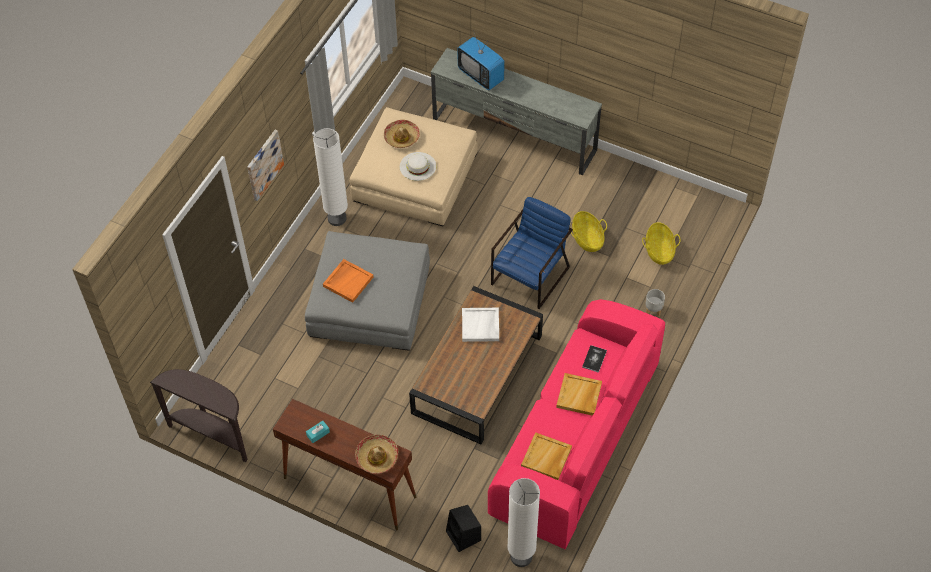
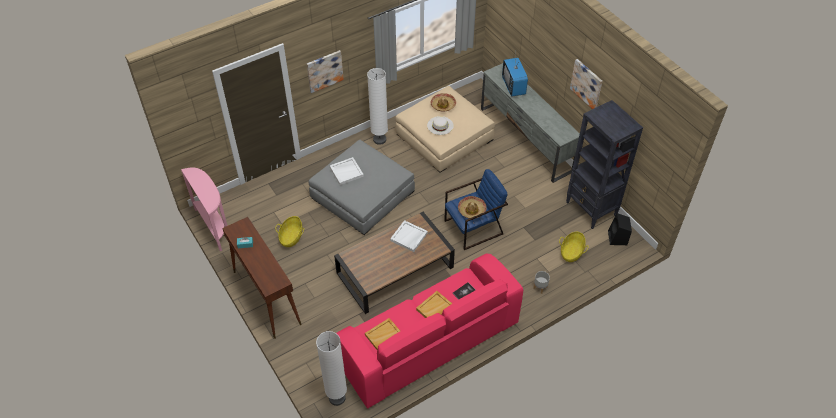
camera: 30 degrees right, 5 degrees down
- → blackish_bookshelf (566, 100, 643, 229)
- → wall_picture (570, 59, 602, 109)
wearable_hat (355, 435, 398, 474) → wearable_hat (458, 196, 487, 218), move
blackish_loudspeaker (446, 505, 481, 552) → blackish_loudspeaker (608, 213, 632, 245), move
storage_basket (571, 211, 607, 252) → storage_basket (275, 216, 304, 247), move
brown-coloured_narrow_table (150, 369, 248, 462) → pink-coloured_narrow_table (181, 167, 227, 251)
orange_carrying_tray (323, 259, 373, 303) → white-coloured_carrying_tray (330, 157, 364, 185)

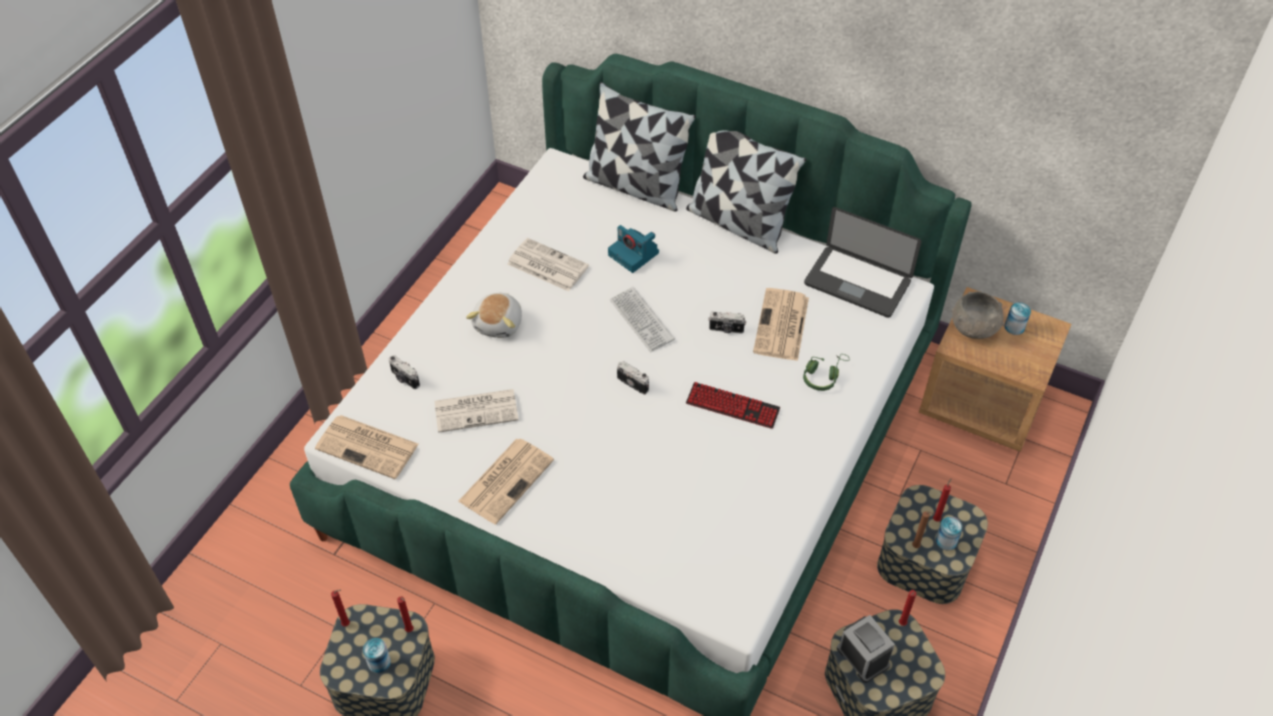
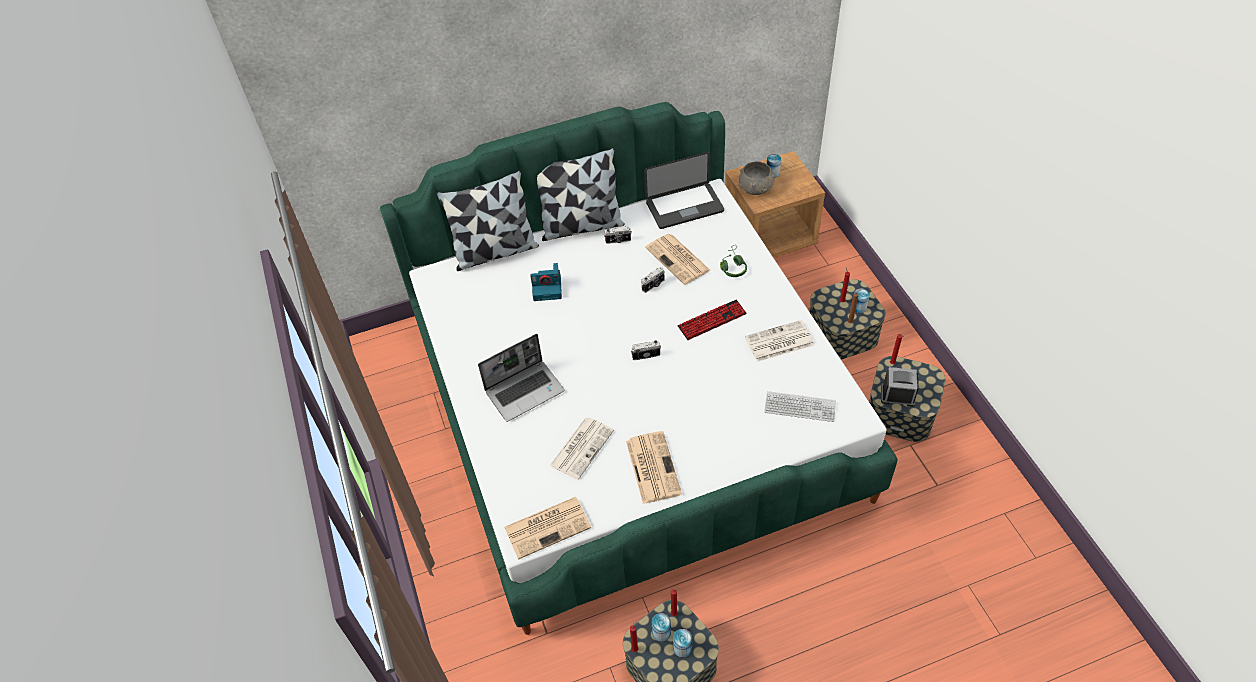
camera: 45 degrees left, 0 degrees up
- → can (652, 613, 671, 642)
photo_camera (389, 355, 420, 389) → photo_camera (604, 226, 632, 244), move
printed_paper (507, 238, 589, 292) → printed_paper (745, 320, 814, 362), move
computer_keyboard (610, 287, 675, 352) → computer_keyboard (764, 391, 836, 422), move
cuddly_toy (466, 293, 522, 338) → laptop (478, 334, 564, 422)

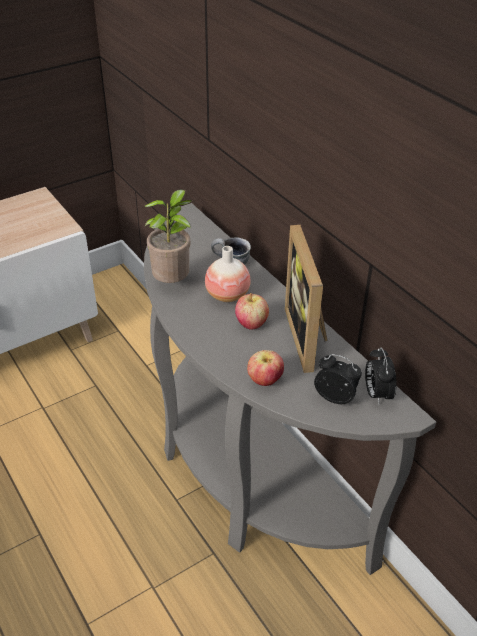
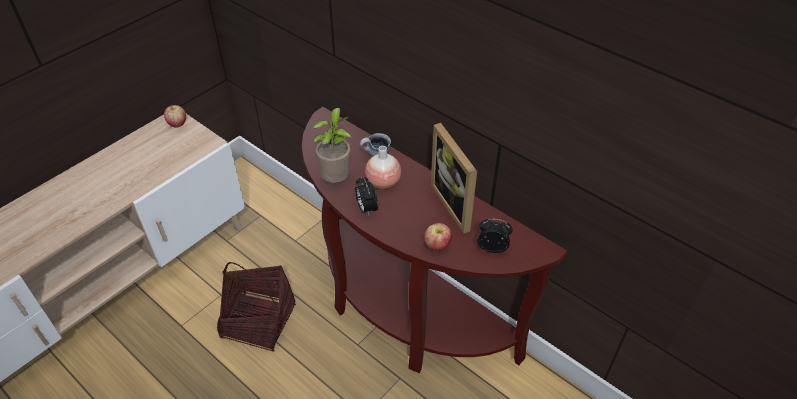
camera: 15 degrees left, 5 degrees up
- → storage_basket (217, 262, 296, 352)
apple (235, 293, 269, 330) → apple (164, 105, 186, 128), move
alarm_clock (365, 347, 397, 404) → alarm_clock (355, 176, 378, 215), move
gray_narrow_table (144, 203, 436, 575) → brown-coloured_narrow_table (301, 107, 567, 373)

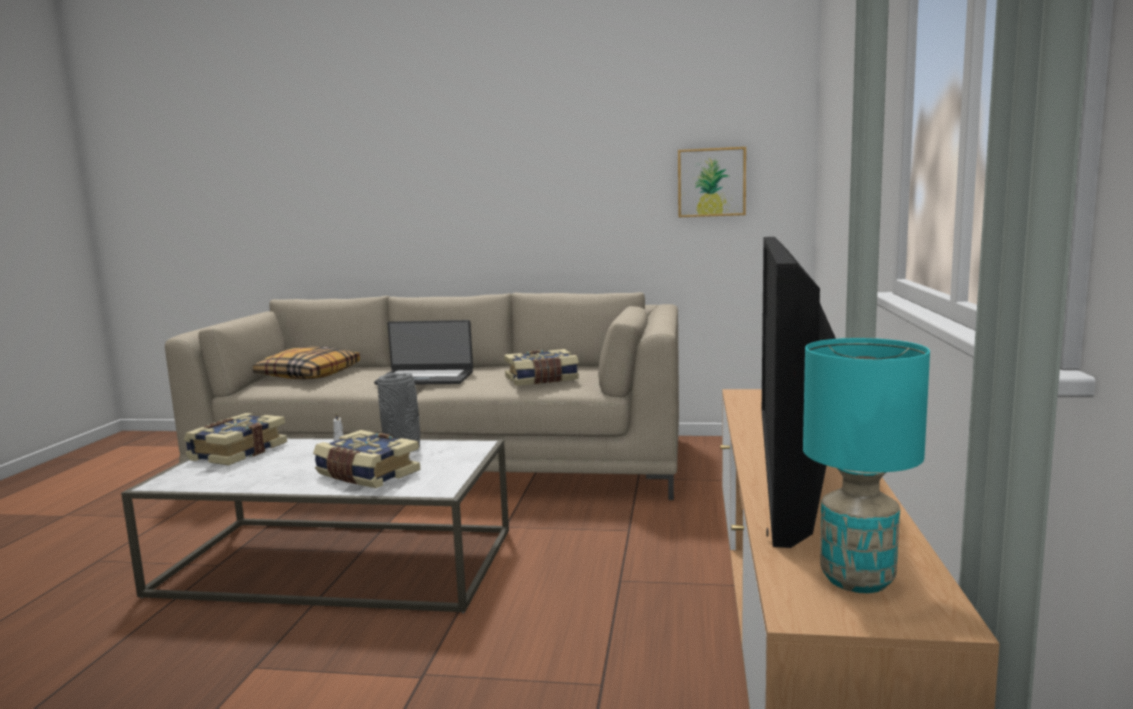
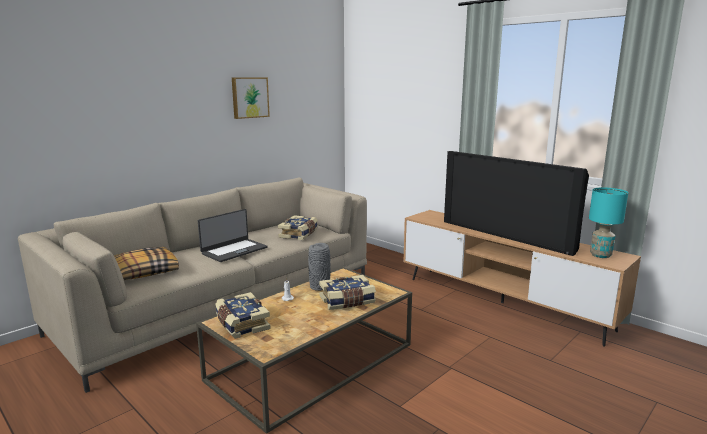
camera: 55 degrees left, 5 degrees up
wall_picture (678, 147, 746, 217) → wall_picture (232, 77, 270, 119), move
white-coloured_lounge_table (121, 437, 509, 613) → brown-coloured_lounge_table (196, 267, 412, 434)

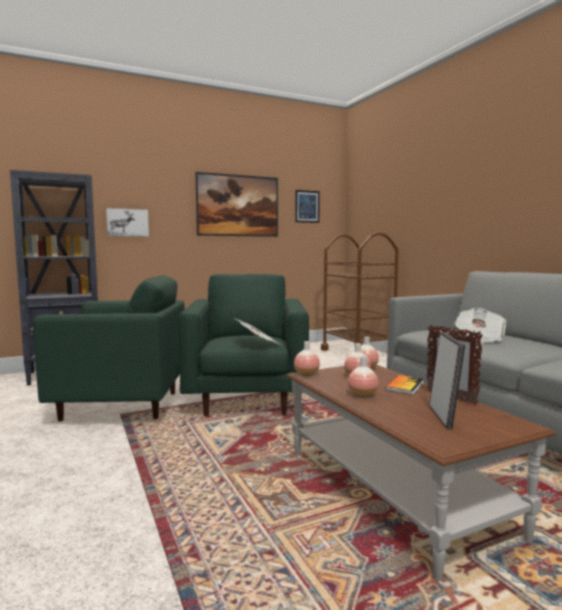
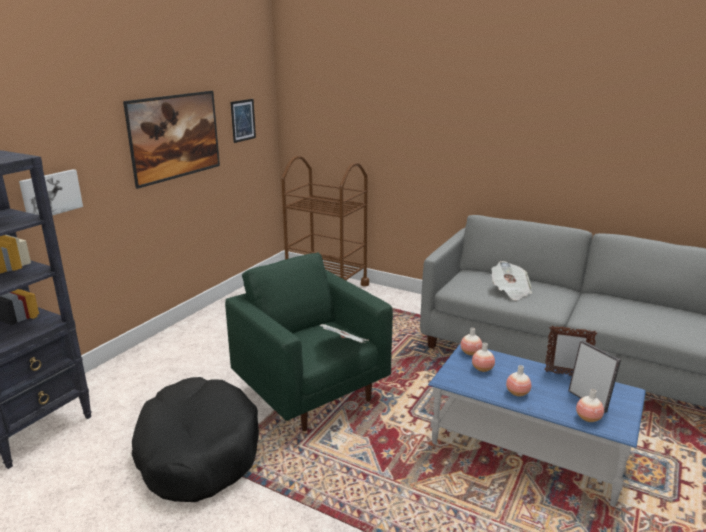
camera: 35 degrees left, 15 degrees up
bound_book (386, 375, 424, 395) → -
vase (294, 341, 320, 376) → vase (576, 389, 604, 422), move
green-coloured_armchair (33, 275, 185, 421) → blackish_pet_bed (132, 377, 259, 502)
brown-coloured_lounge_table (286, 365, 557, 581) → blue-coloured_lounge_table (428, 343, 646, 507)

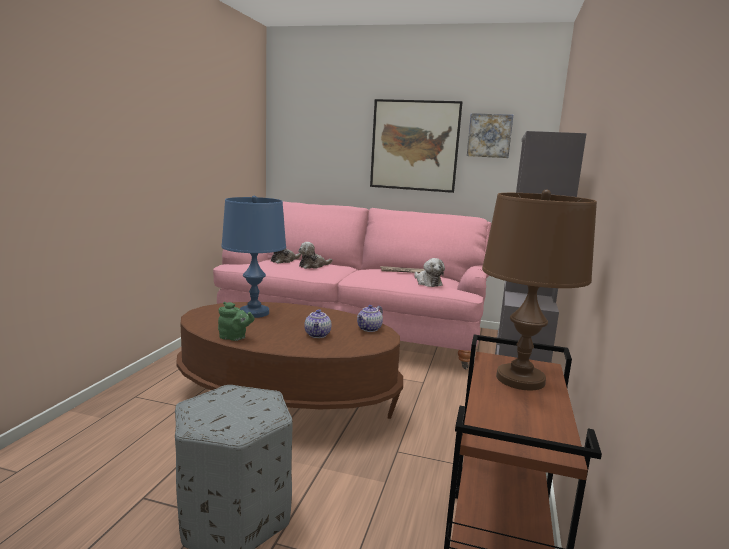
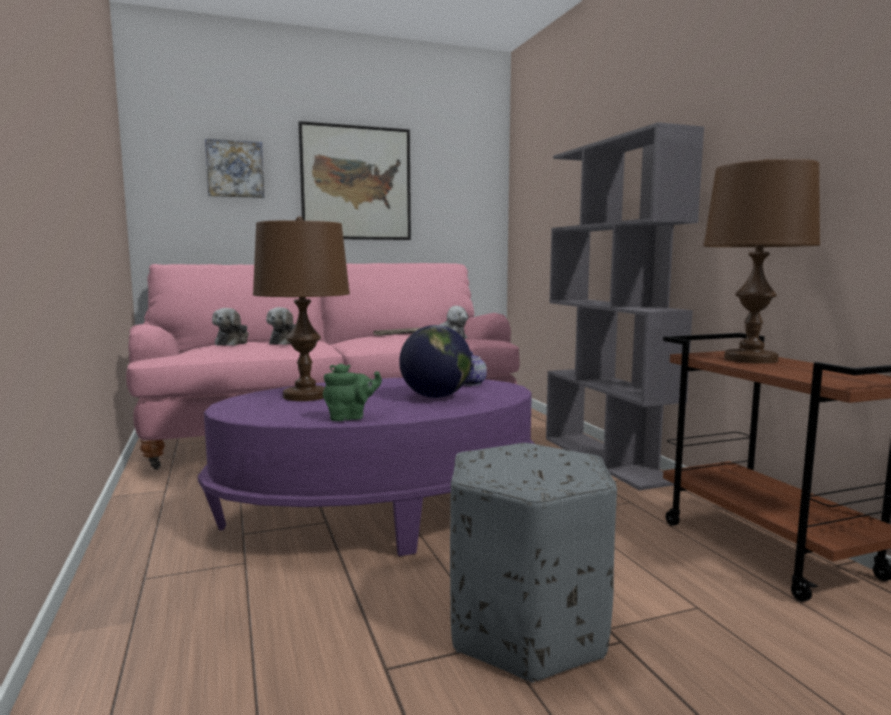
camera: 35 degrees left, 5 degrees down
wall_picture (467, 113, 513, 158) → wall_picture (205, 139, 264, 198), move
pot_for_tea (304, 309, 331, 338) → desk_globe (399, 325, 472, 398)
brown-coloured_lounge_table (176, 302, 403, 419) → purplish_lounge_table (198, 378, 535, 556)
blue-coloured_lamp_for_a_table (221, 195, 286, 318) → brown-coloured_lamp_for_a_table (253, 216, 350, 401)

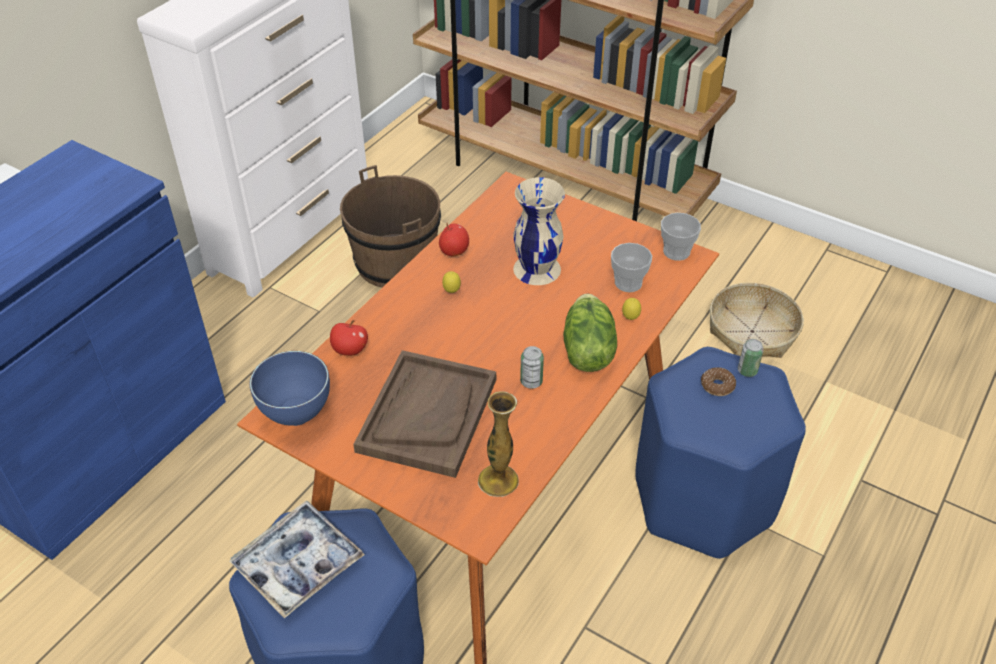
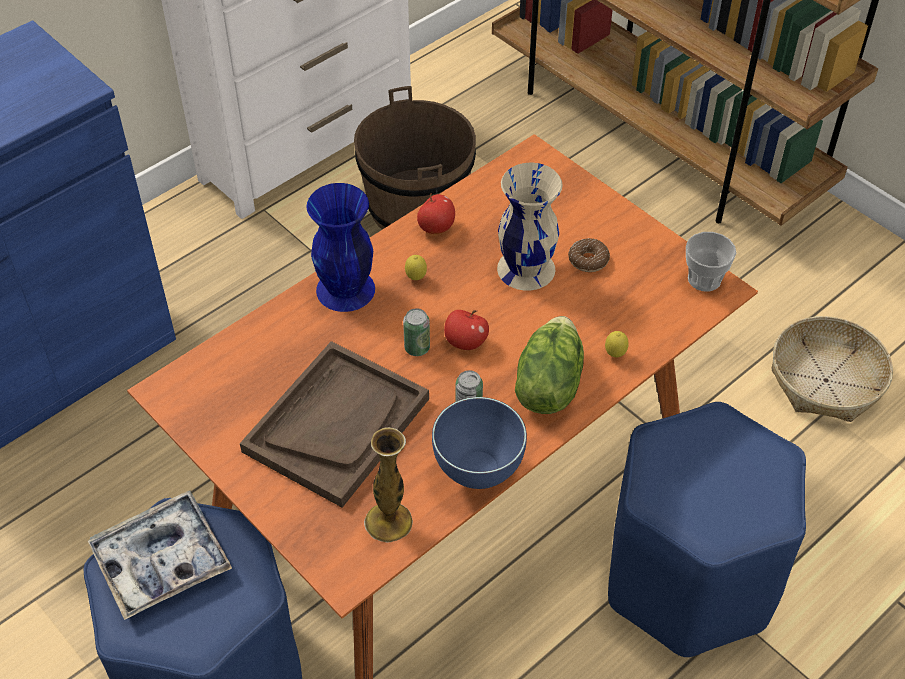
camera: 15 degrees right, 5 degrees up
cup (611, 243, 652, 292) → -
- → blue-coloured_vase (306, 183, 375, 312)
blue-coloured_serving_bowl (250, 351, 330, 426) → blue-coloured_serving_bowl (432, 397, 527, 489), move
apple (330, 320, 368, 356) → apple (444, 310, 489, 350), move
doughnut (701, 367, 736, 396) → doughnut (568, 238, 610, 272), move
can (738, 339, 763, 377) → can (403, 308, 430, 356), move

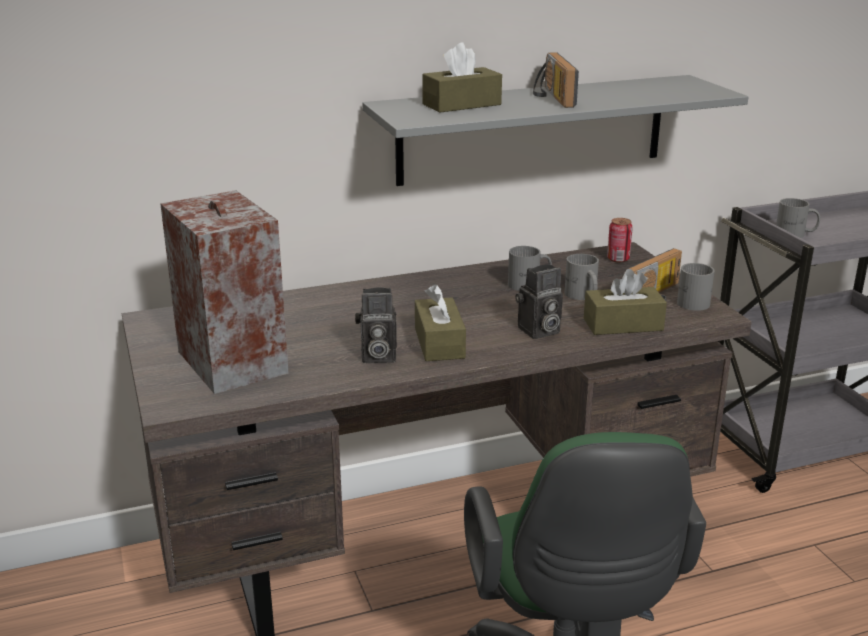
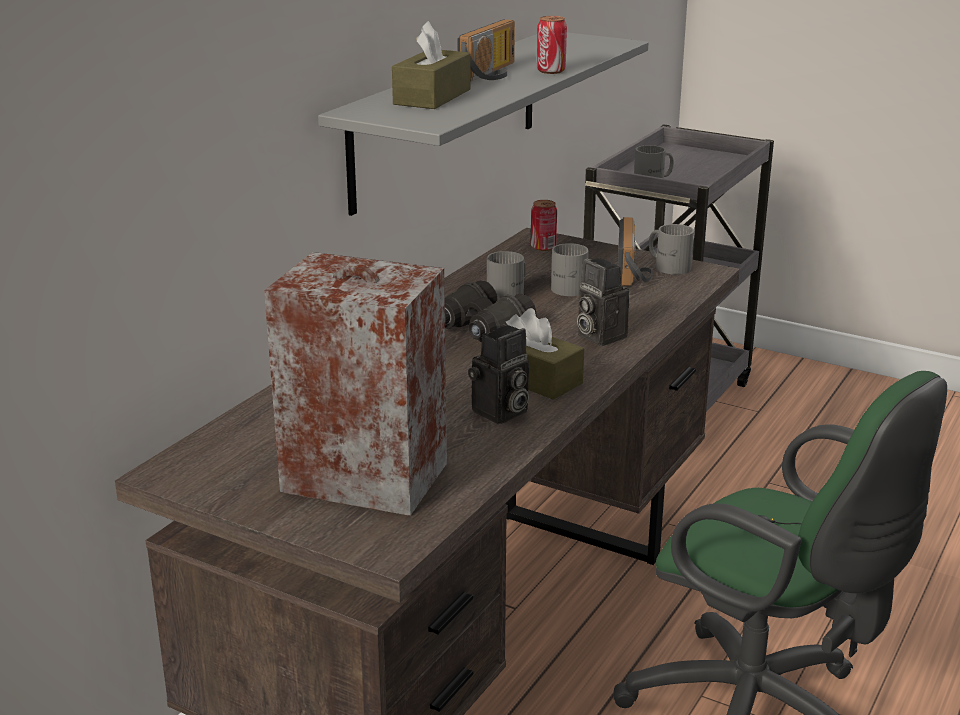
camera: 40 degrees left, 0 degrees up
brown-coloured_tissue_box (584, 269, 667, 335) → -
- → blackish_field_glasses (445, 280, 536, 342)
- → can (537, 16, 567, 74)
photo_camera (515, 264, 563, 339) → photo_camera (577, 258, 629, 346), 120 degrees clockwise
radio (533, 52, 579, 108) → radio (457, 19, 515, 81), 105 degrees counterclockwise

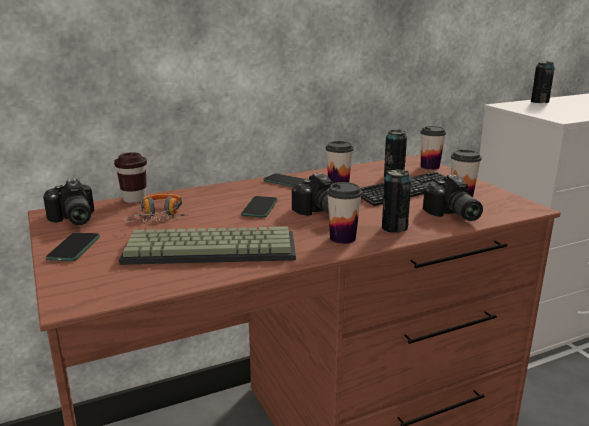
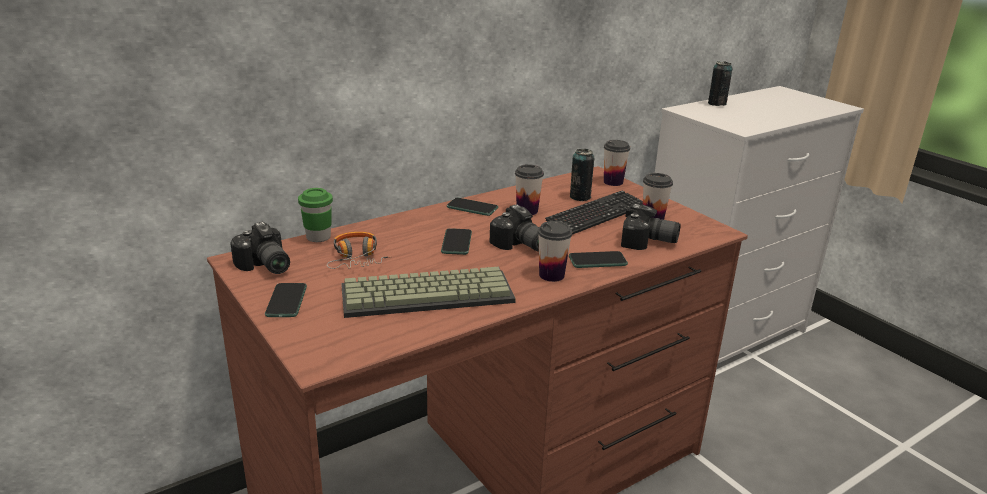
camera: 10 degrees left, 5 degrees up
can (382, 169, 411, 233) → telephone (569, 251, 628, 268)
brown-coloured_cup (114, 152, 147, 203) → green-coloured_cup (298, 188, 333, 242)
photo_camera (423, 175, 483, 221) → photo_camera (621, 204, 681, 250), 45 degrees counterclockwise

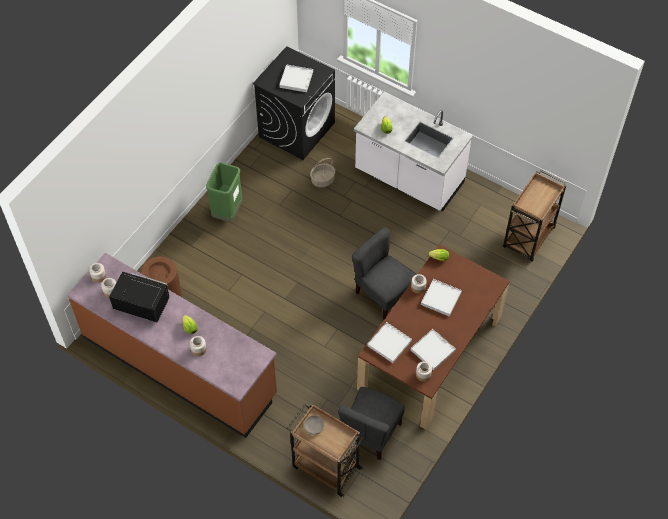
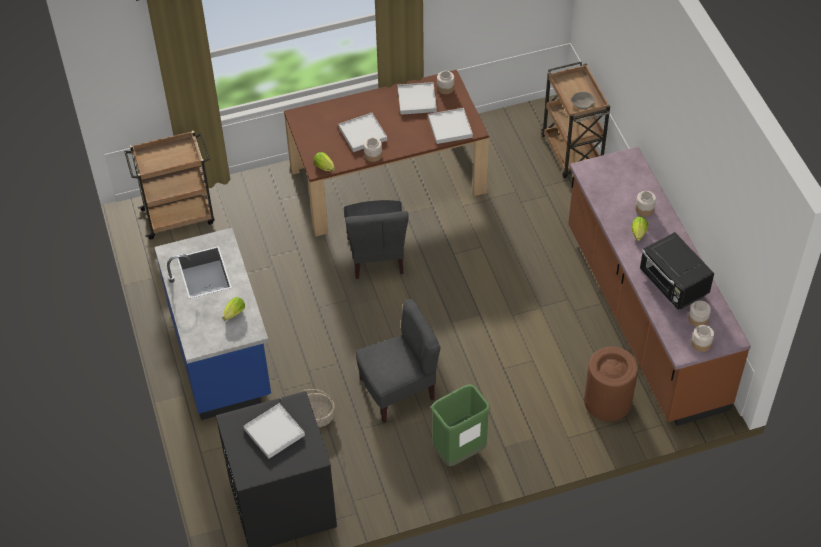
camera: 140 degrees left, 5 degrees down
gray_upright_chair (338, 387, 405, 460) → gray_upright_chair (356, 299, 441, 423), move
white-coloured_kitchen_base_unit (354, 92, 473, 211) → blue-coloured_kitchen_base_unit (155, 228, 271, 420)

